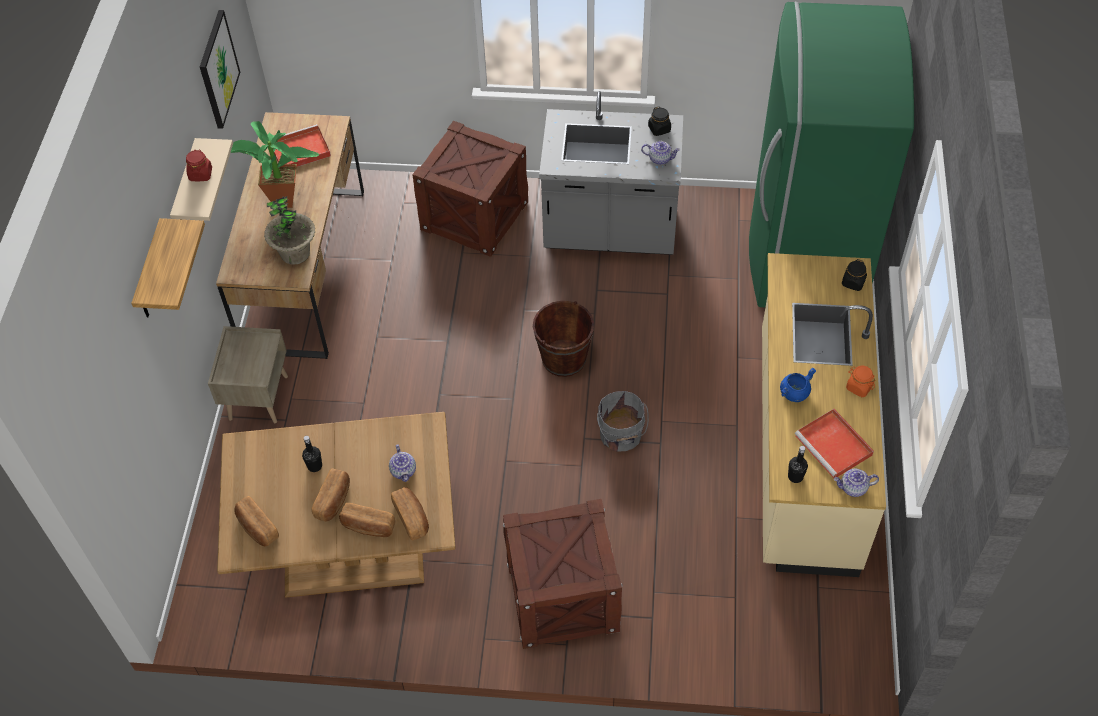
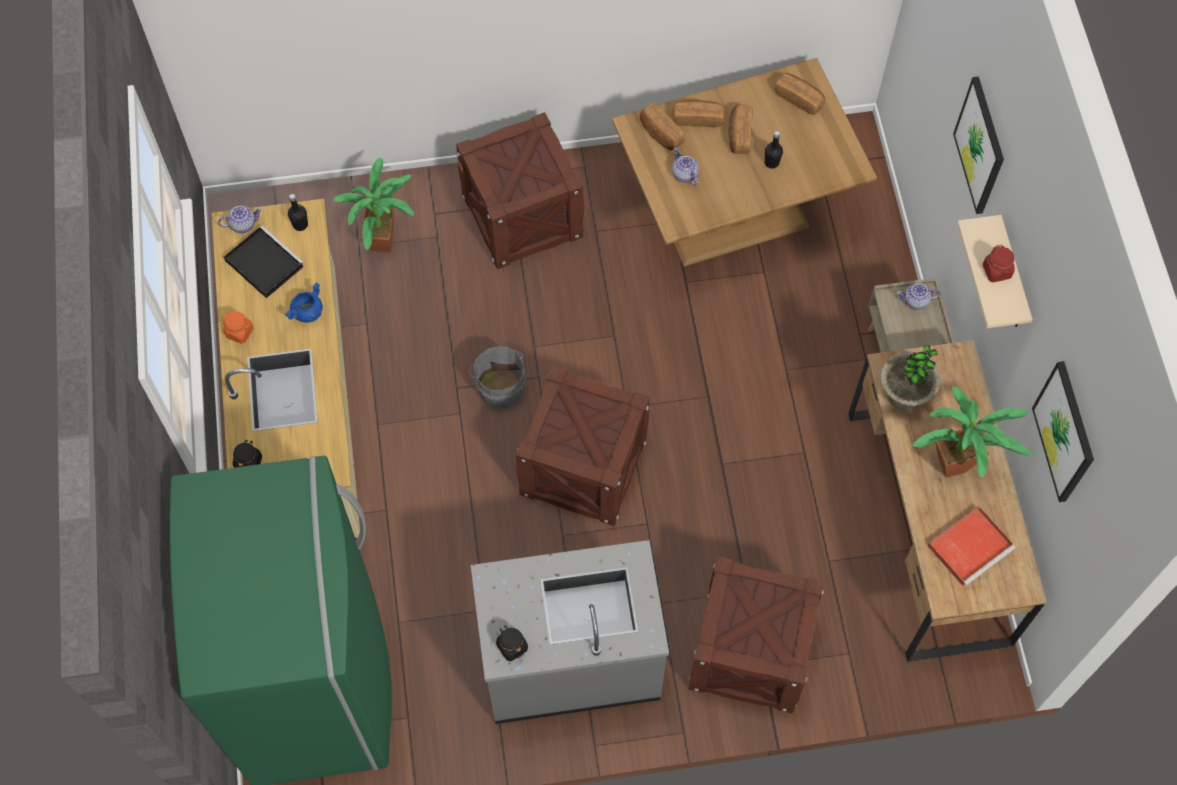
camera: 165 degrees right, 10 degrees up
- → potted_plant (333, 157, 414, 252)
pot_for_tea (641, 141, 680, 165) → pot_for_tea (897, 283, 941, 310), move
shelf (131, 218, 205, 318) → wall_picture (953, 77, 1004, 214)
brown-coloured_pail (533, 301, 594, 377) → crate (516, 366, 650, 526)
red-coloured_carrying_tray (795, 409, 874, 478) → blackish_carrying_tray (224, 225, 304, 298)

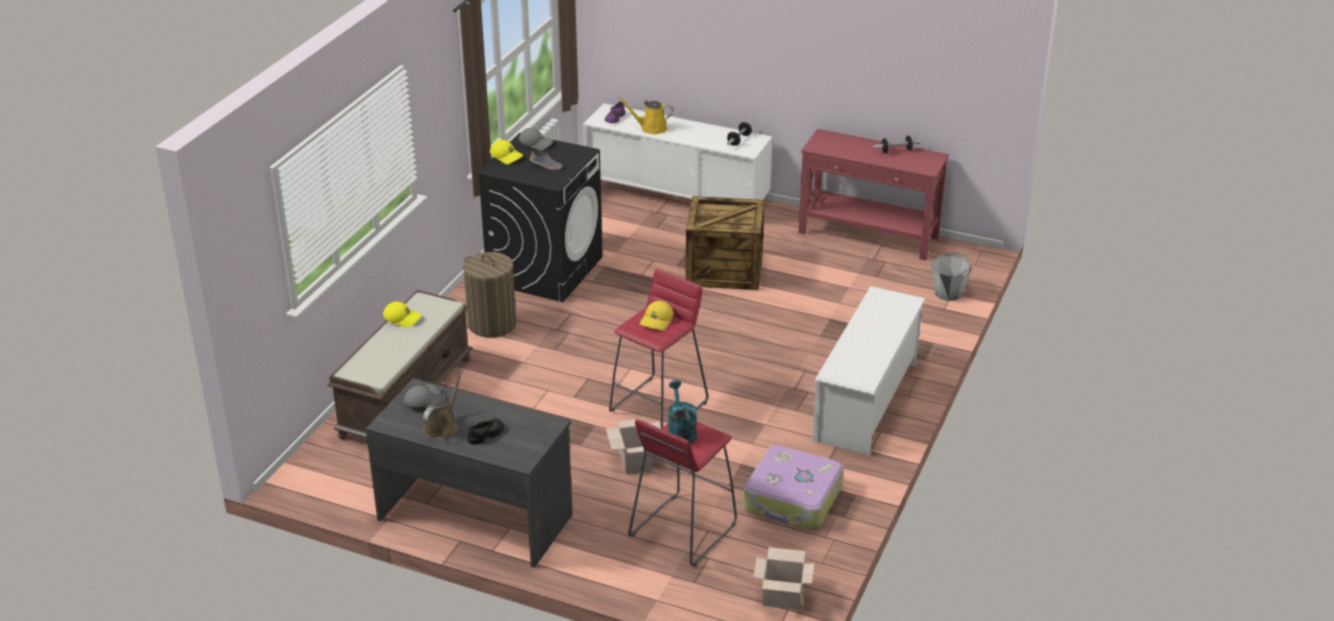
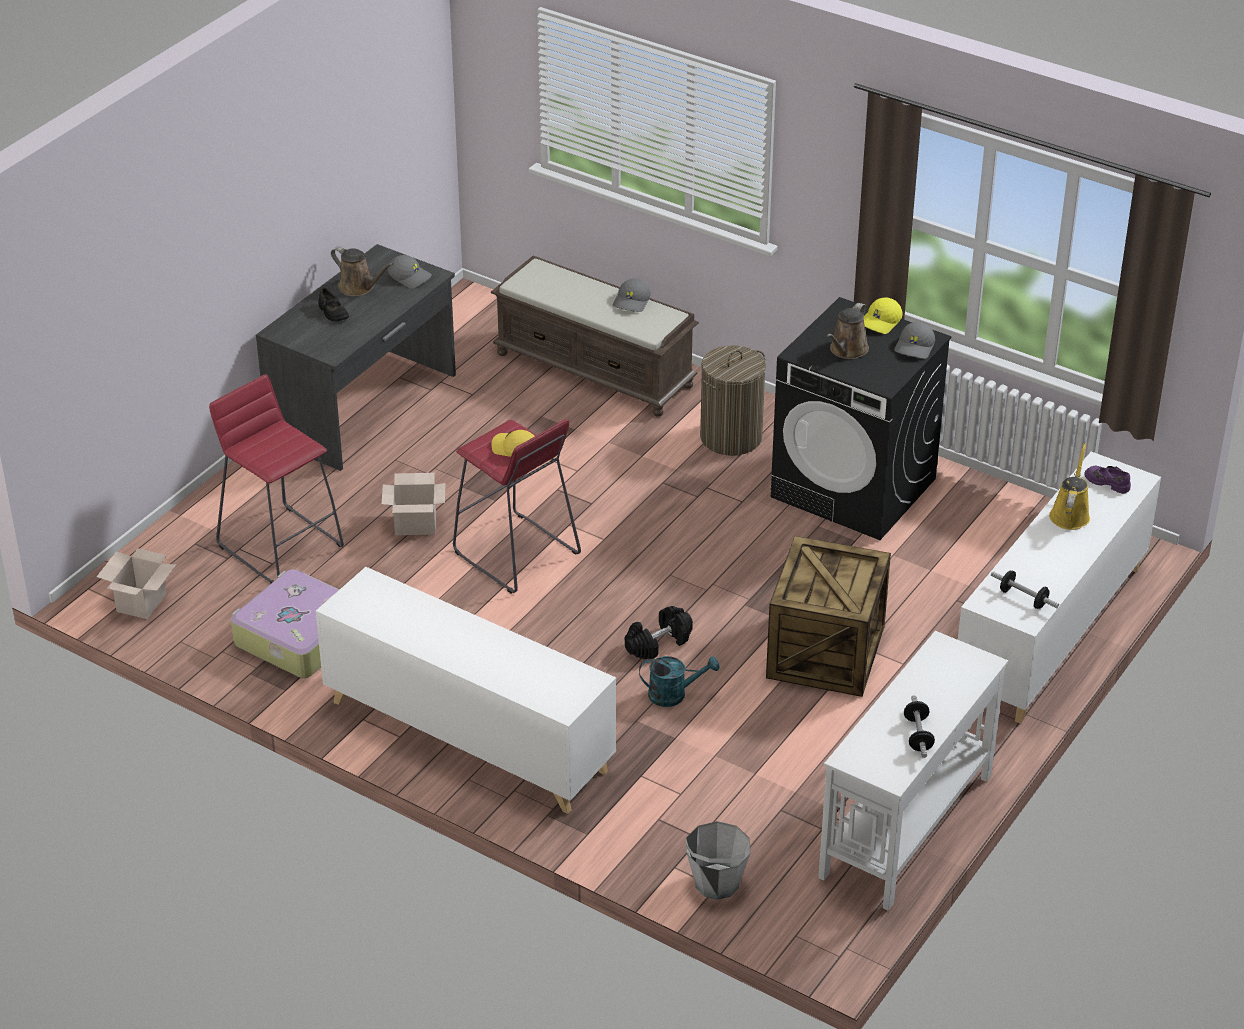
camera: 100 degrees right, 5 degrees up
- → blackish_hand_weight (625, 606, 693, 660)
blue-green_watering_can (668, 380, 697, 444) → blue-green_watering_can (639, 656, 719, 707), move
item_of_footwear (530, 150, 563, 170) → brown-coloured_watering_can (827, 303, 869, 359)
white-coloured_shoe_stand (812, 286, 925, 455) → white-coloured_cupboard (316, 567, 616, 814)
yellow-coloured_cap (383, 302, 421, 328) → gray_cap (613, 278, 650, 312)
red-coloured_narrow_table (798, 129, 949, 261) → white-coloured_narrow_table (818, 631, 1008, 911)

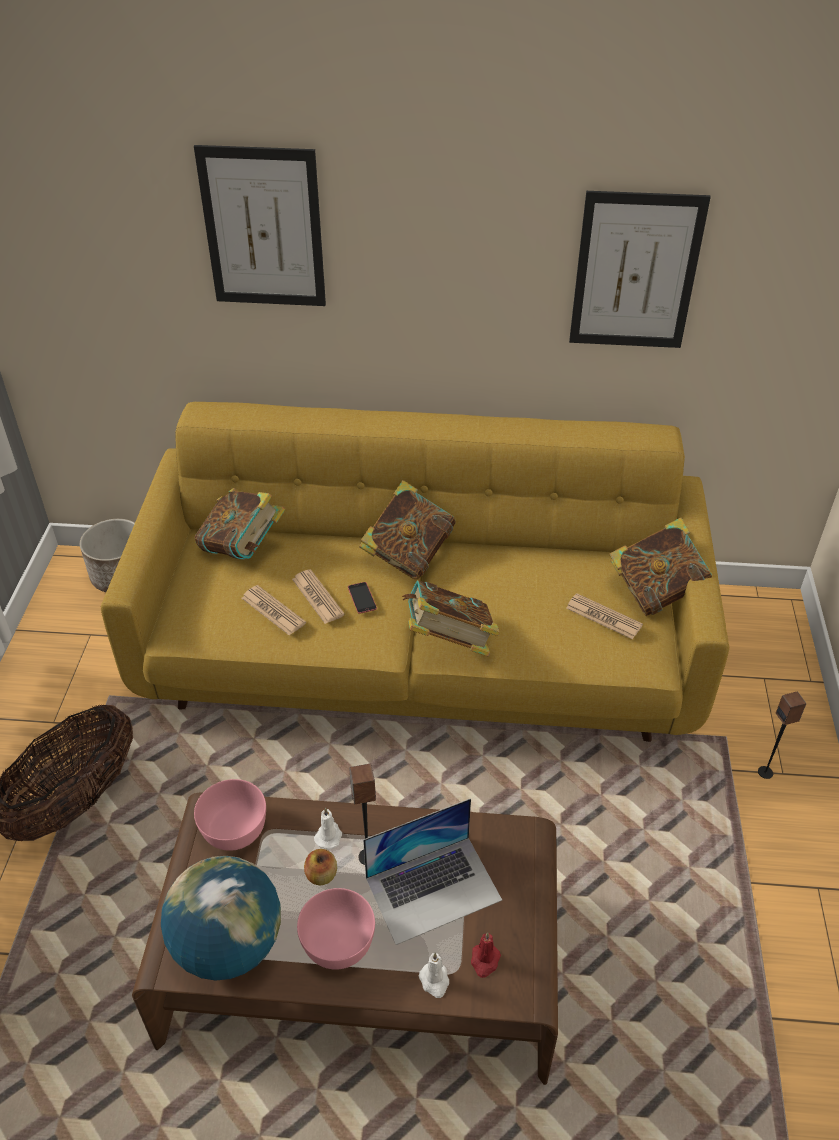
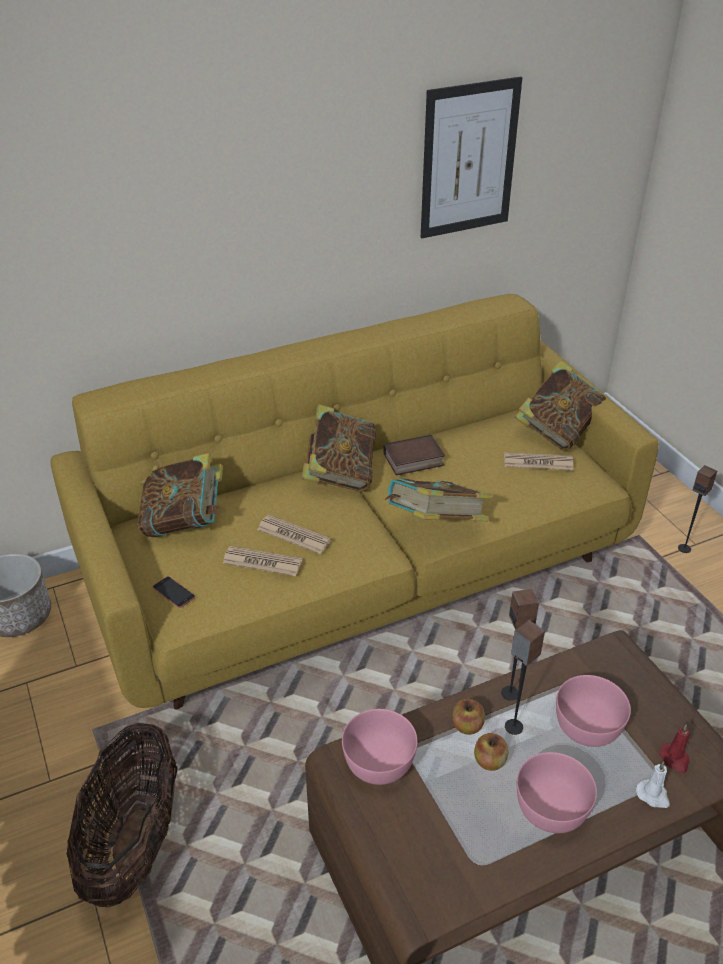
camera: 30 degrees left, 5 degrees down
desk_globe (161, 856, 281, 981) → -
wall_picture (194, 145, 326, 306) → -
- → bound_book (383, 435, 445, 475)
- → loudspeaker (501, 589, 539, 701)
telephone (348, 582, 377, 614) → telephone (153, 576, 195, 608), move
white-coloured_candle (314, 808, 342, 850) → apple (452, 699, 485, 735)
laptop (363, 798, 502, 945) → pink-coloured_serving_bowl (556, 675, 631, 747)

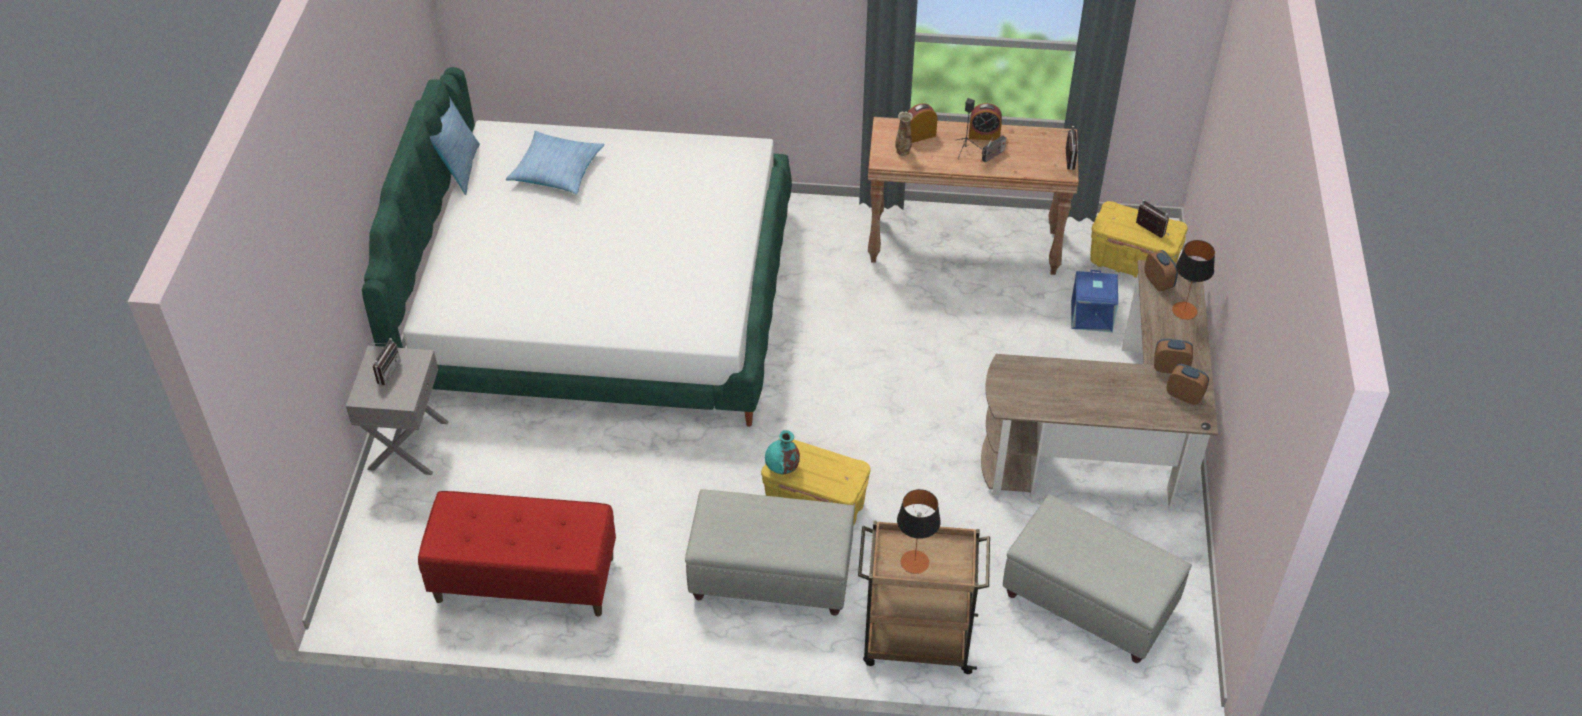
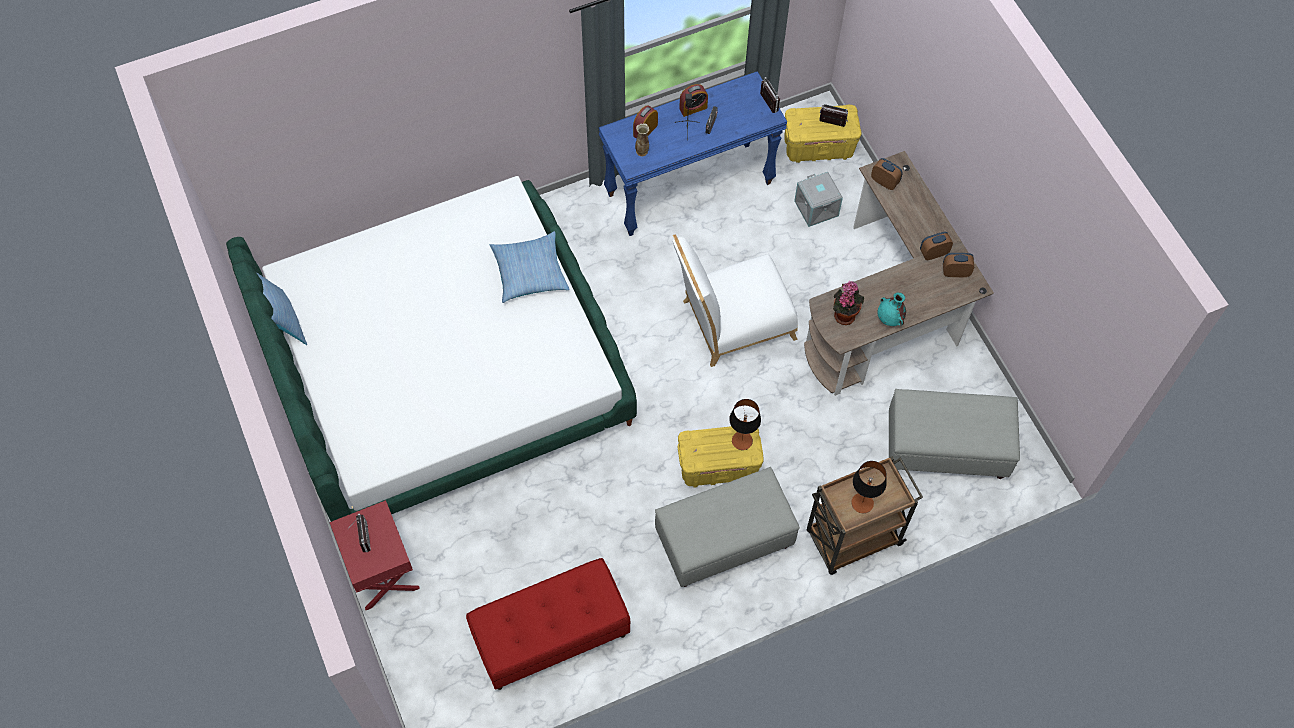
camera: 30 degrees left, 15 degrees up
- → white-coloured_upright_chair (673, 234, 798, 367)
- → potted_plant (833, 281, 864, 325)
pillow (506, 131, 604, 194) → pillow (490, 231, 570, 303), move
blue-green_vase (765, 430, 800, 475) → blue-green_vase (877, 293, 906, 326), move
lamp_for_a_table (1172, 240, 1215, 320) → lamp_for_a_table (729, 399, 761, 450), move
gray_bedside_table (346, 346, 449, 475) → red-coloured_bedside_table (330, 500, 420, 610)
brown-coloured_narrow_table (868, 117, 1079, 275) → blue-coloured_narrow_table (599, 71, 787, 236)
blue-coloured_storage_bin (1071, 270, 1118, 332) → gray_storage_bin (794, 172, 843, 227)

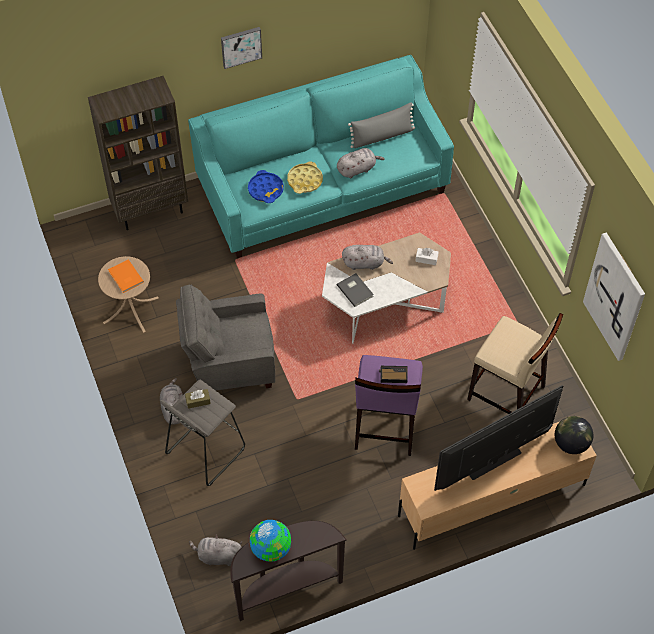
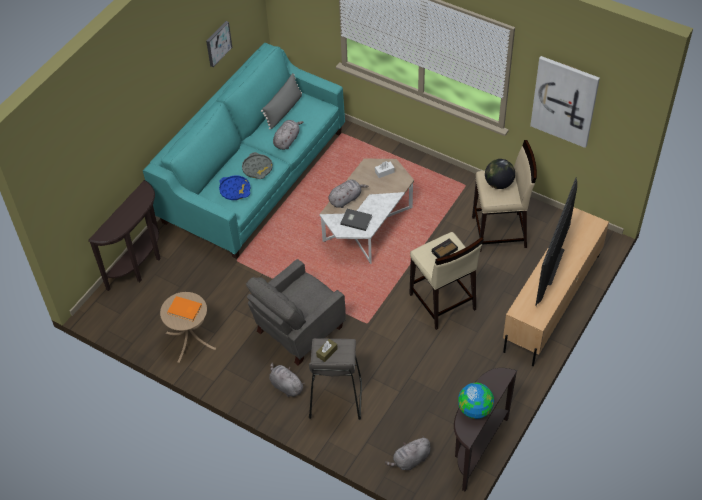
camera: 35 degrees left, 5 degrees down
wall_picture (221, 27, 262, 69) → wall_picture (206, 21, 232, 67), move
desk_globe (555, 416, 593, 454) → desk_globe (485, 159, 515, 189), move
brown-coloured_bookshelf (88, 76, 188, 230) → brown-coloured_narrow_table (88, 180, 161, 291)
yellow-coloured_carrying_tray (287, 161, 323, 194) → gray_carrying_tray (242, 152, 273, 179)
purplish_sitting_stool (355, 355, 423, 456) → sand-coloured_sitting_stool (409, 232, 484, 330)

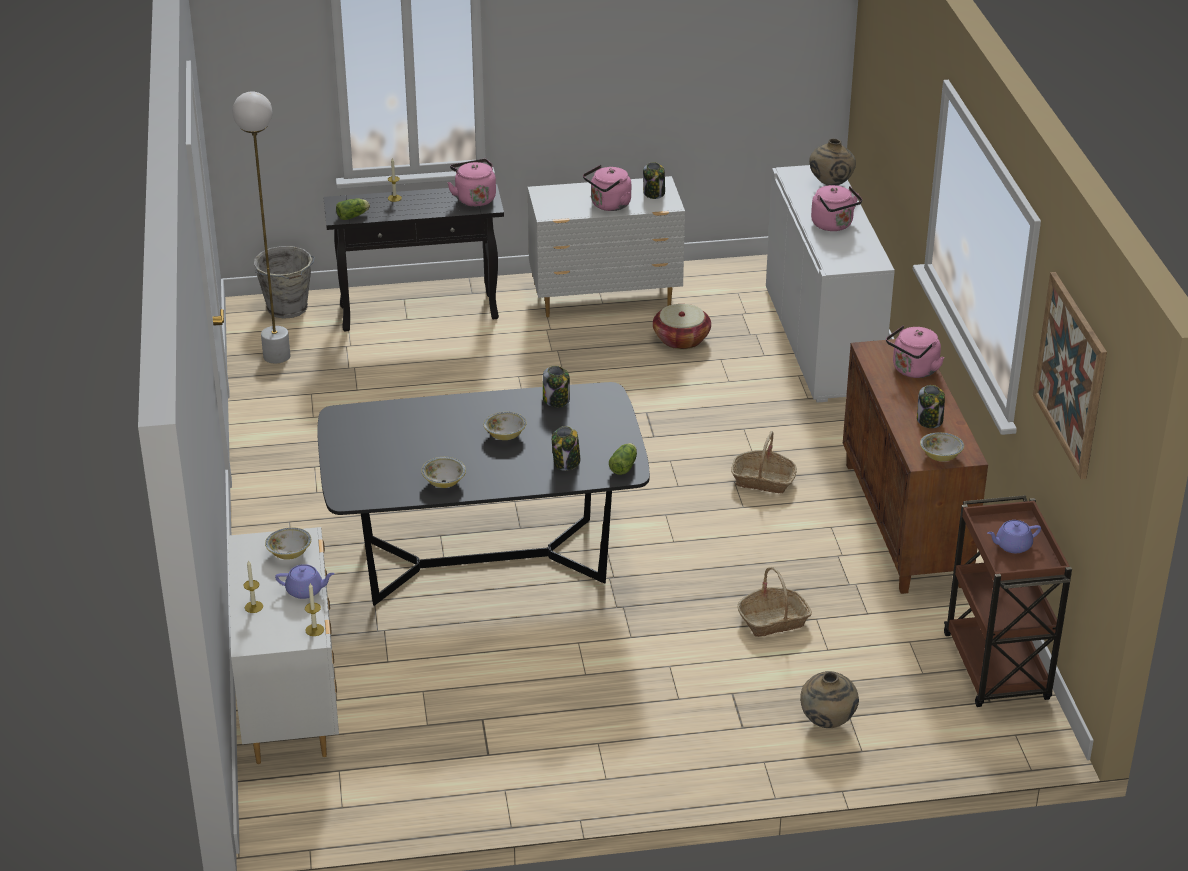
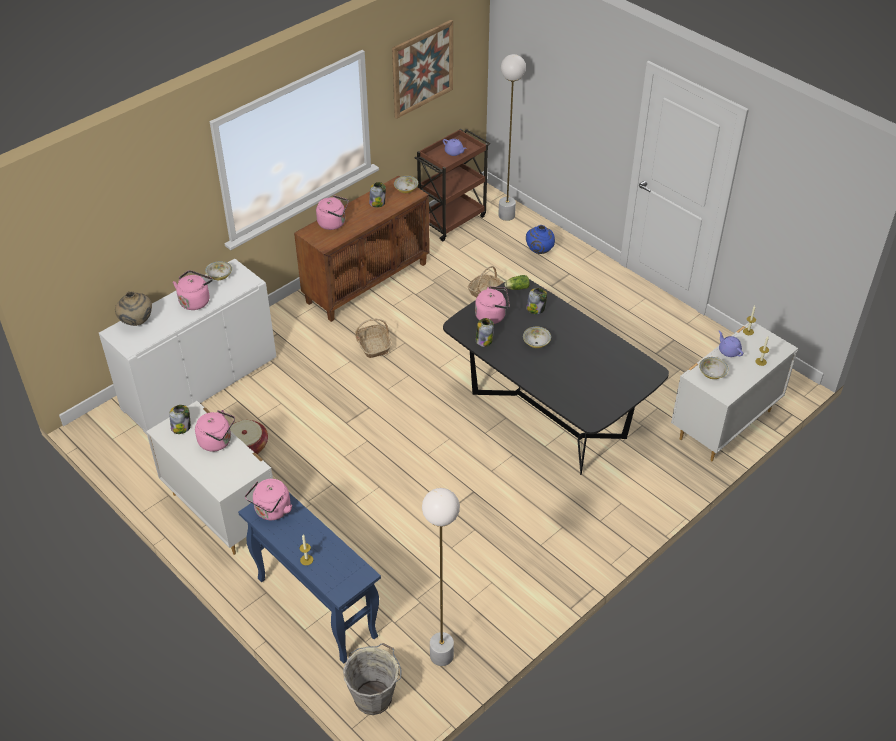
camera: 125 degrees left, 10 degrees up
lettuce_head (336, 198, 370, 220) → -
- → pink-coloured_water_kettle (475, 286, 510, 324)
- → white-coloured_standing_lamp (498, 54, 526, 221)
serving_bowl (421, 457, 466, 488) → serving_bowl (205, 261, 232, 280), move
blackish_narrow_table (323, 184, 504, 331) → blue-coloured_narrow_table (238, 493, 381, 664)
sand-coloured_vase (800, 671, 859, 728) → blue-coloured_vase (526, 225, 555, 254)

